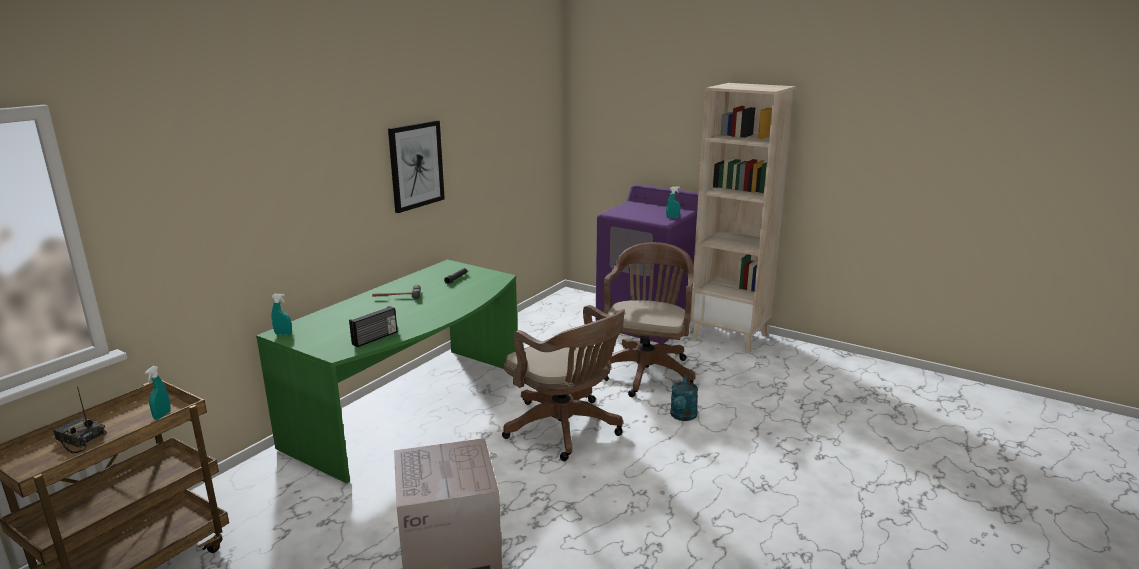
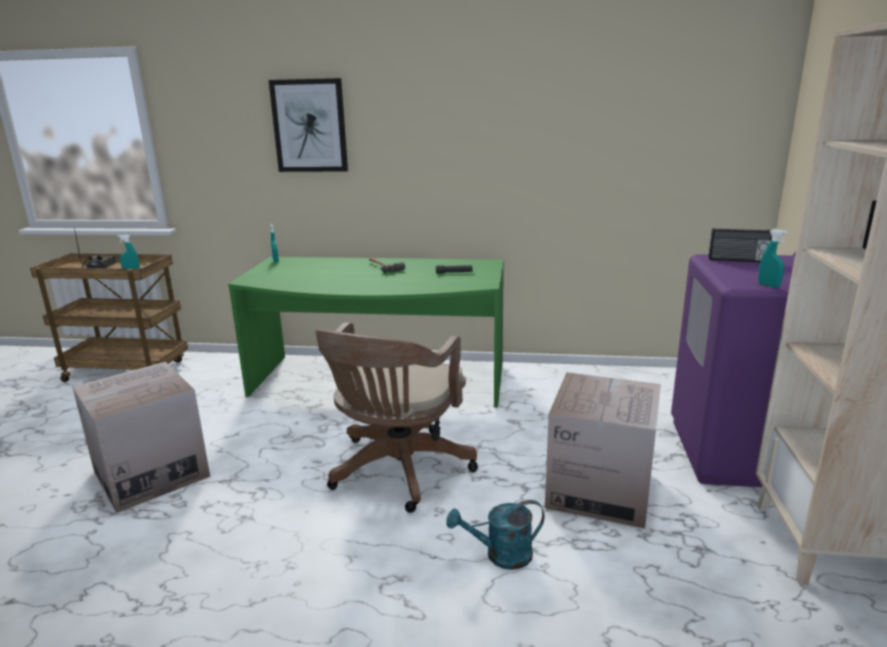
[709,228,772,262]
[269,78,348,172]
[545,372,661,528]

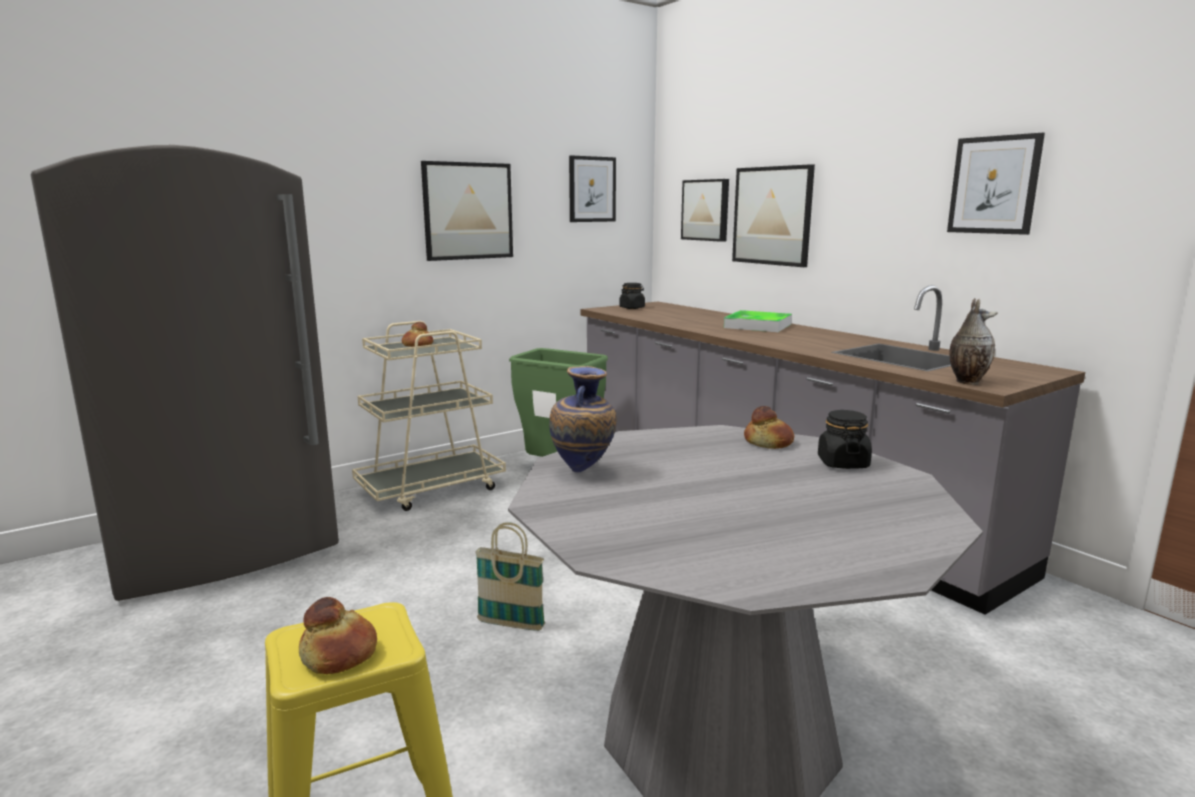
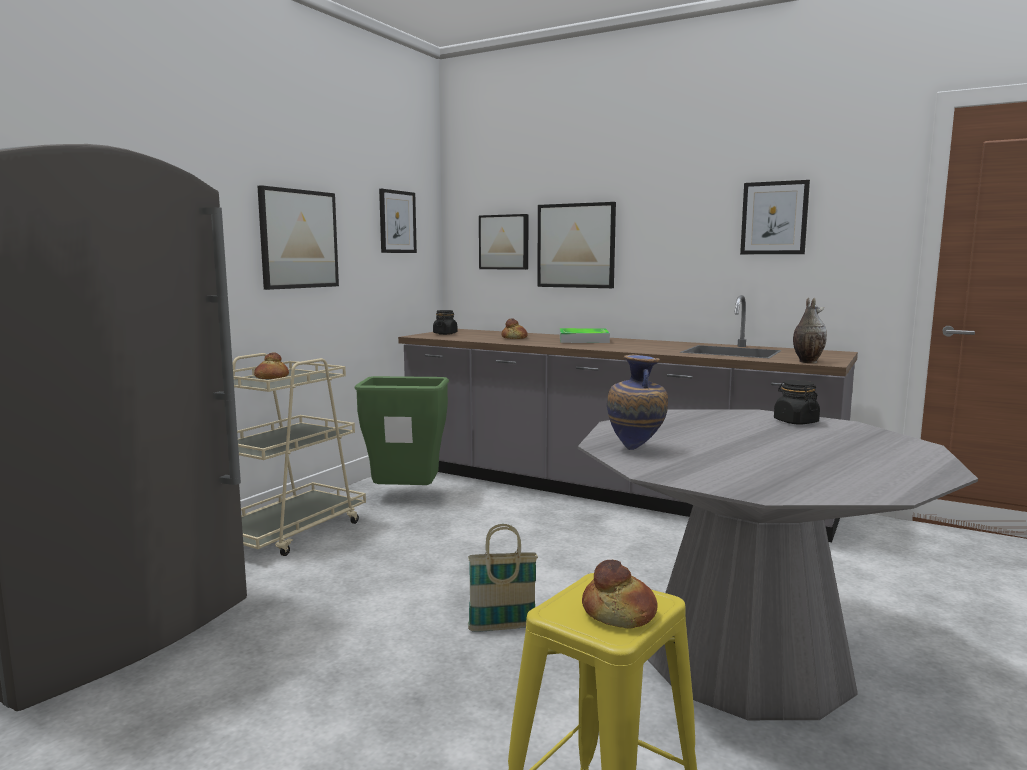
[501,318,528,339]

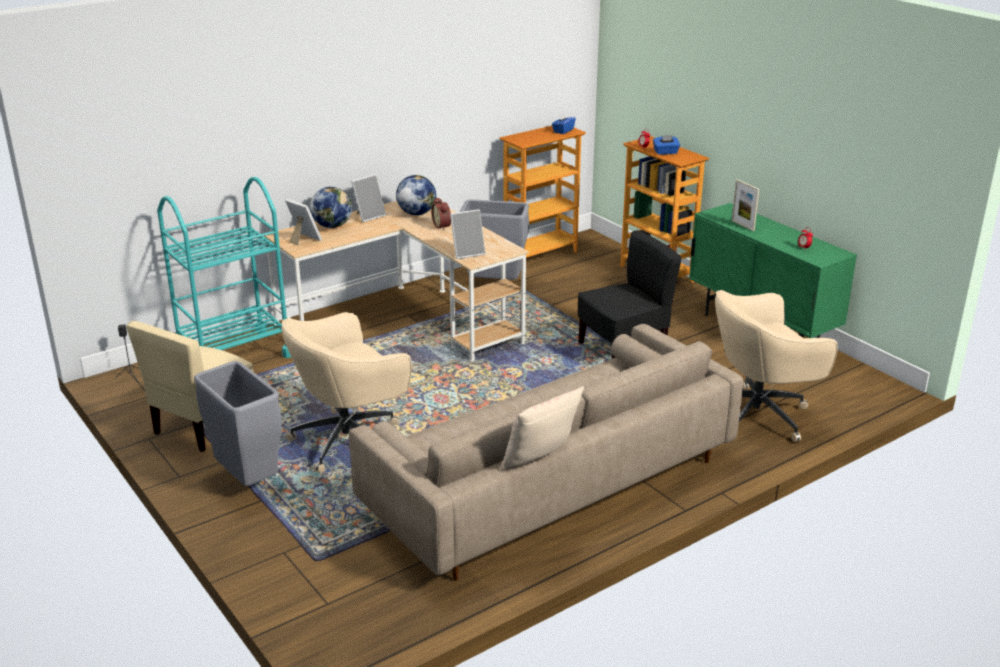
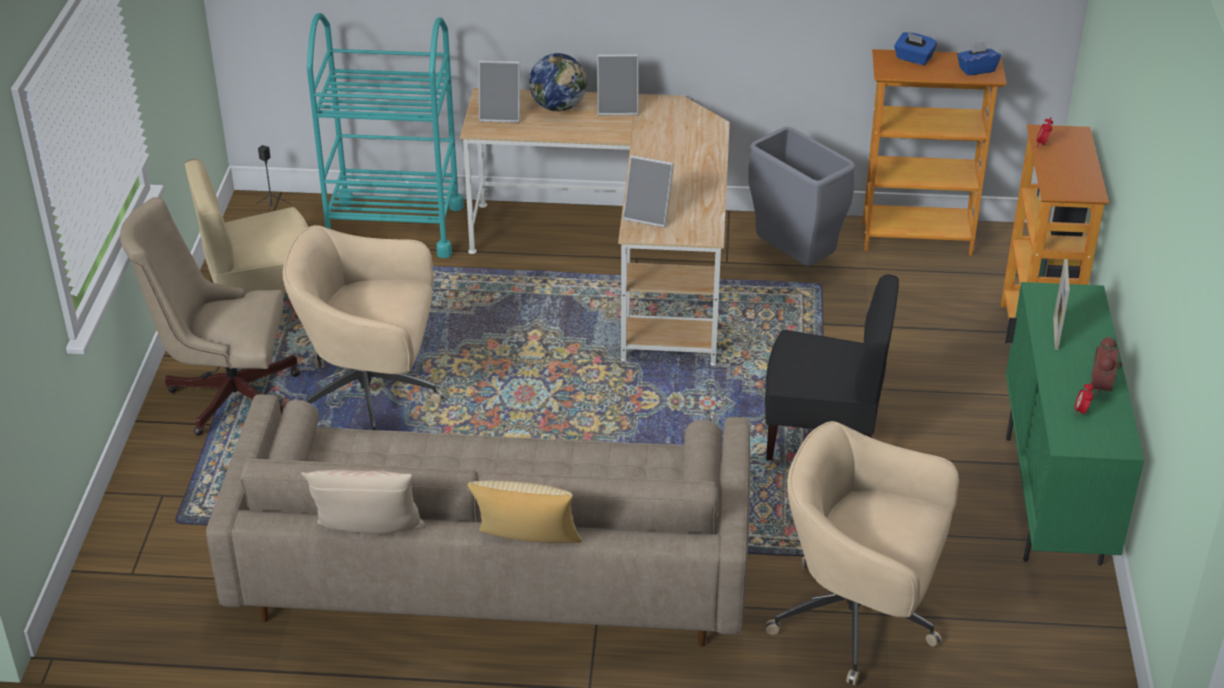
[396,175,436,215] (first image)
[468,481,582,543]
[1091,336,1122,395]
[894,32,937,65]
[120,197,300,436]
[479,60,520,123]

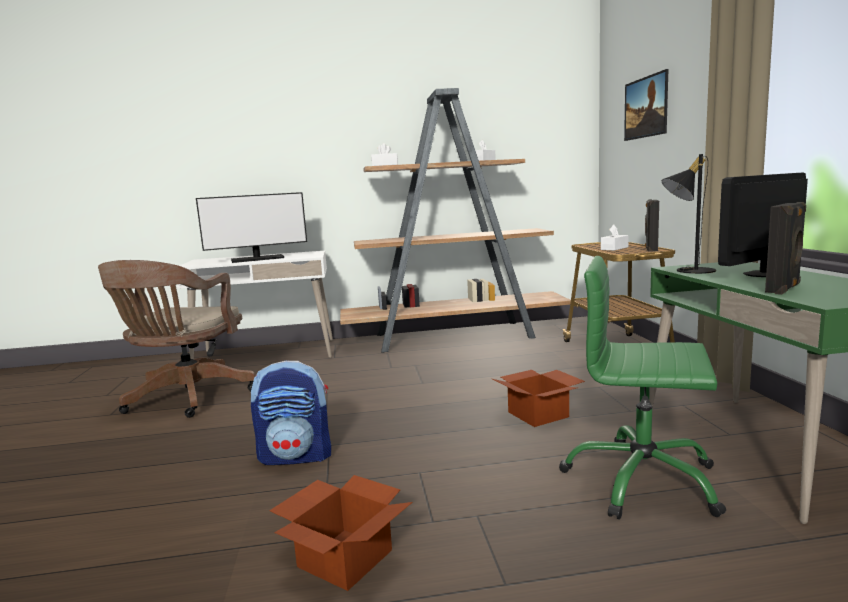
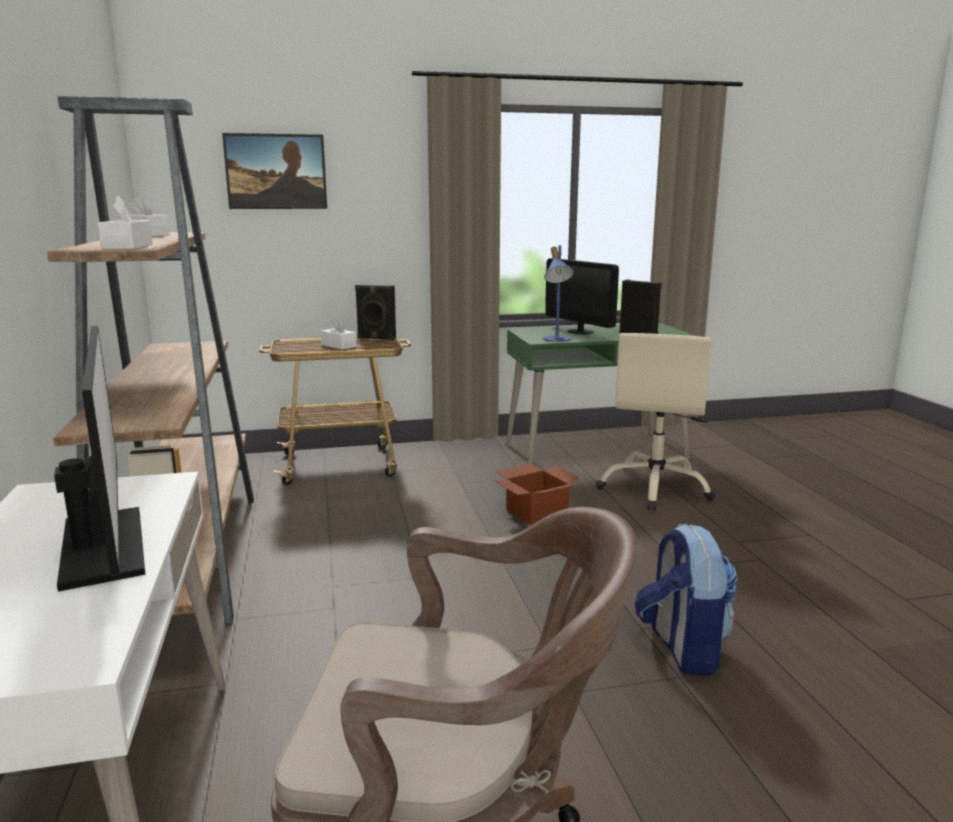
[269,475,412,591] (first image)
[595,333,716,510]
[543,245,574,342]

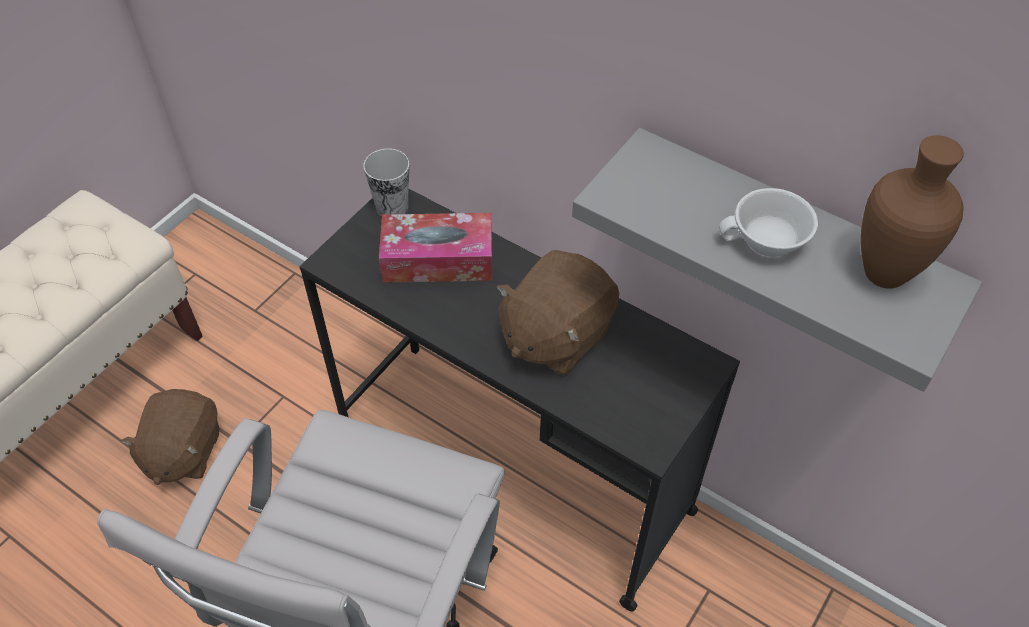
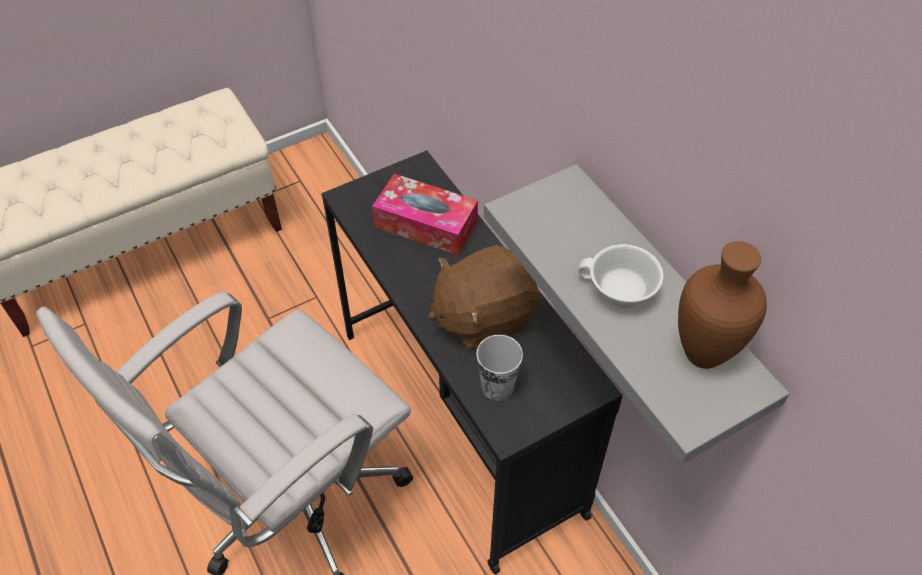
[121,389,220,485] (first image)
[477,335,523,401]

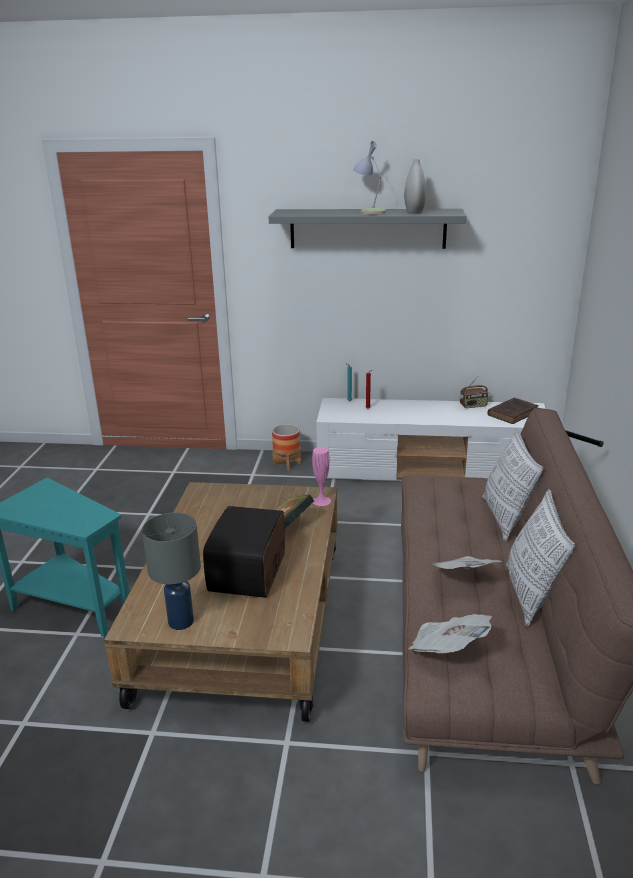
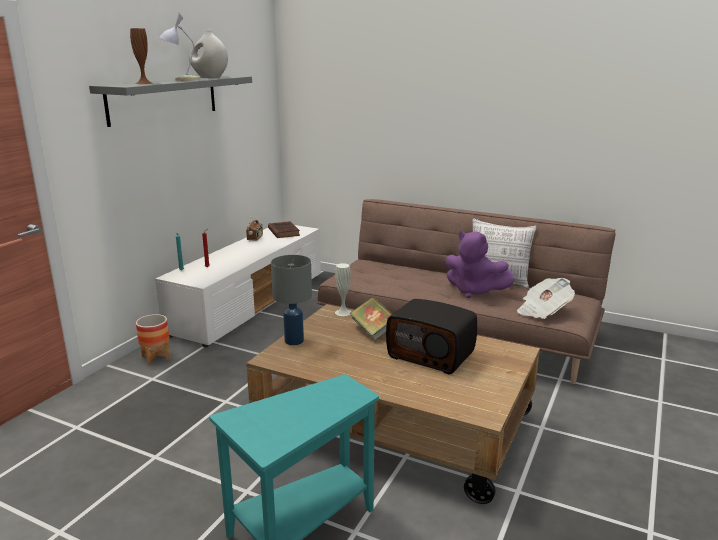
[482,428,544,542] (first image)
[130,28,153,84]
[271,255,312,345]
[445,231,515,298]
[335,263,351,316]

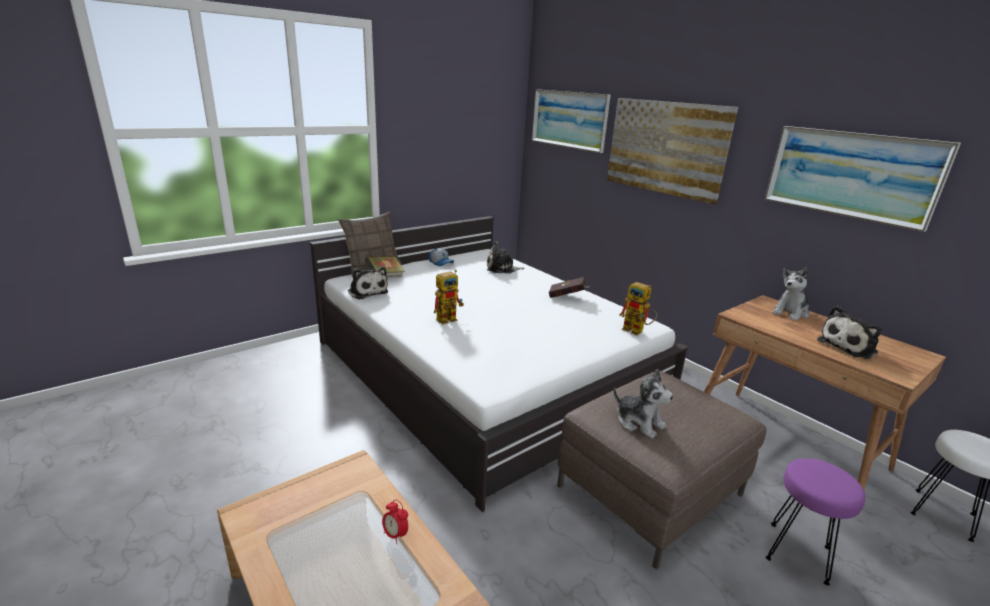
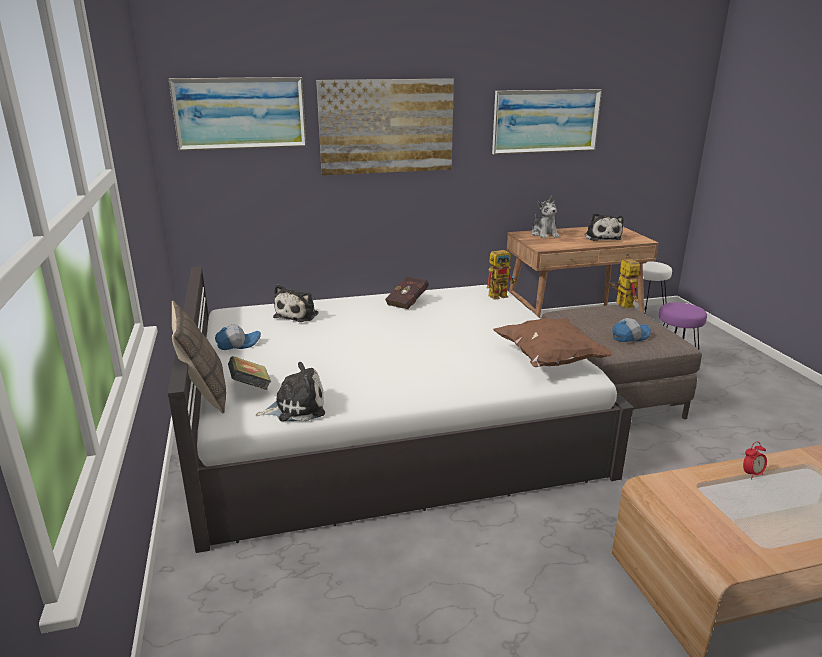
[493,318,613,367]
[609,256,640,308]
[613,318,651,342]

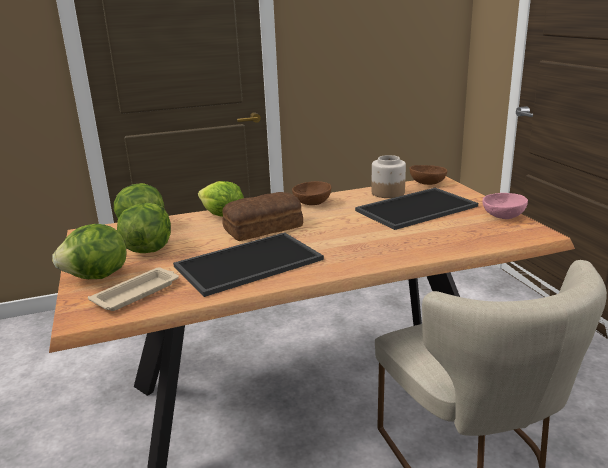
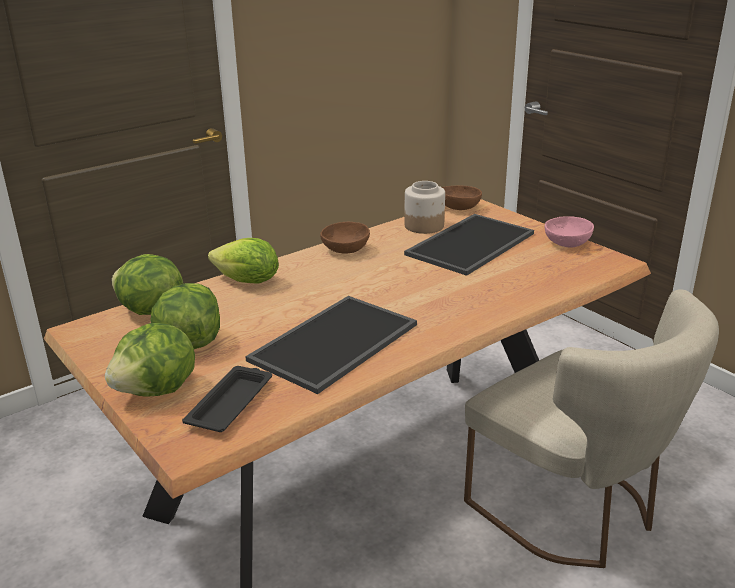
[222,192,303,241] (first image)
[182,366,272,432]

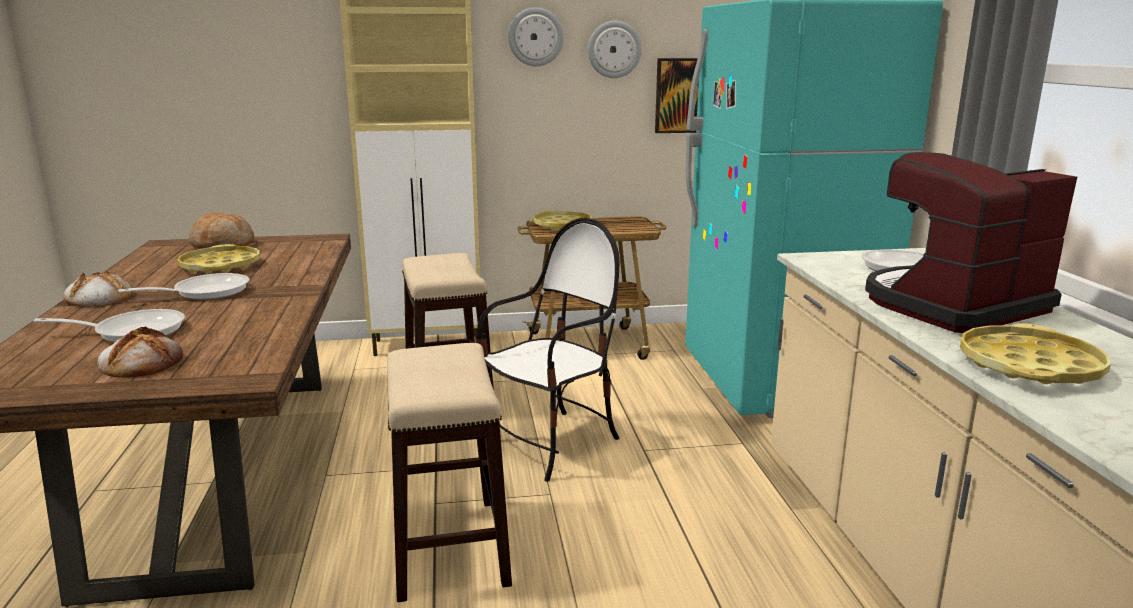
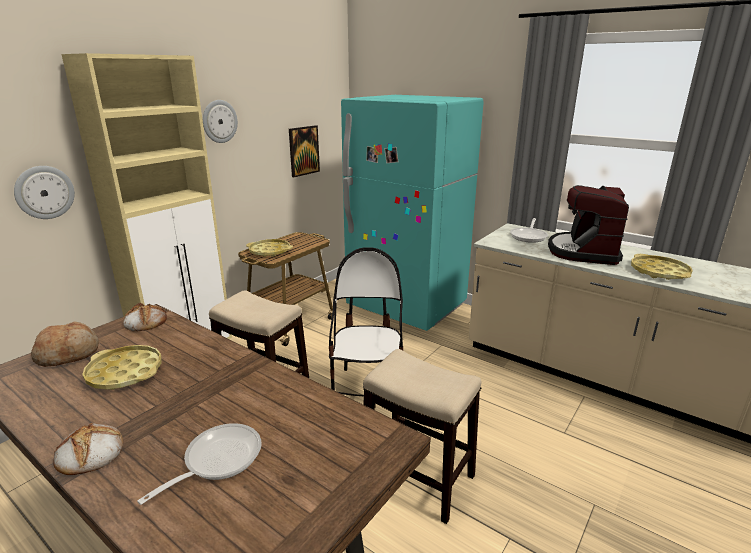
[118,273,249,300] (first image)
[123,303,167,331]
[14,166,75,219]

